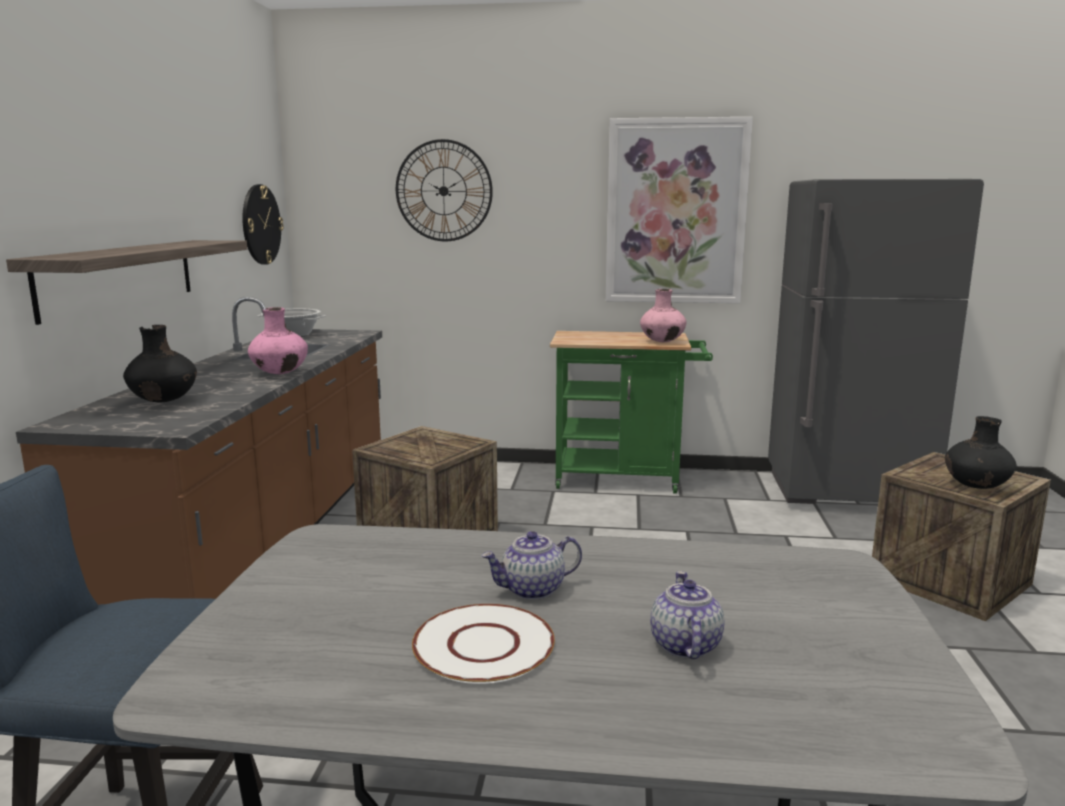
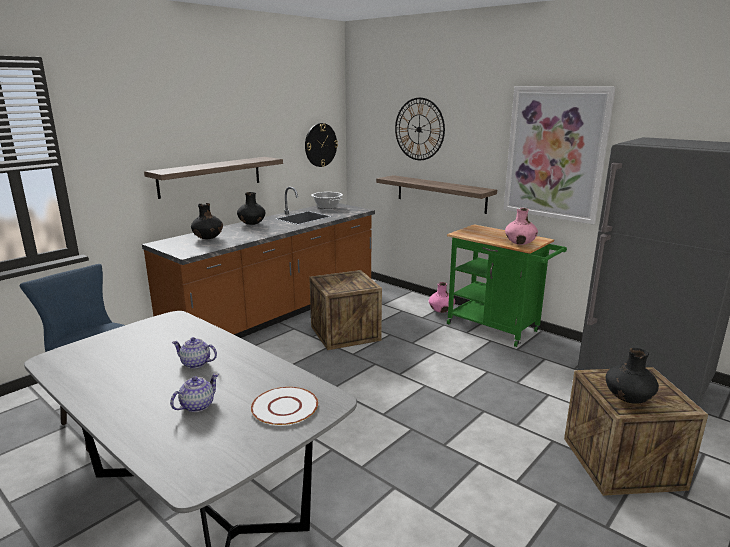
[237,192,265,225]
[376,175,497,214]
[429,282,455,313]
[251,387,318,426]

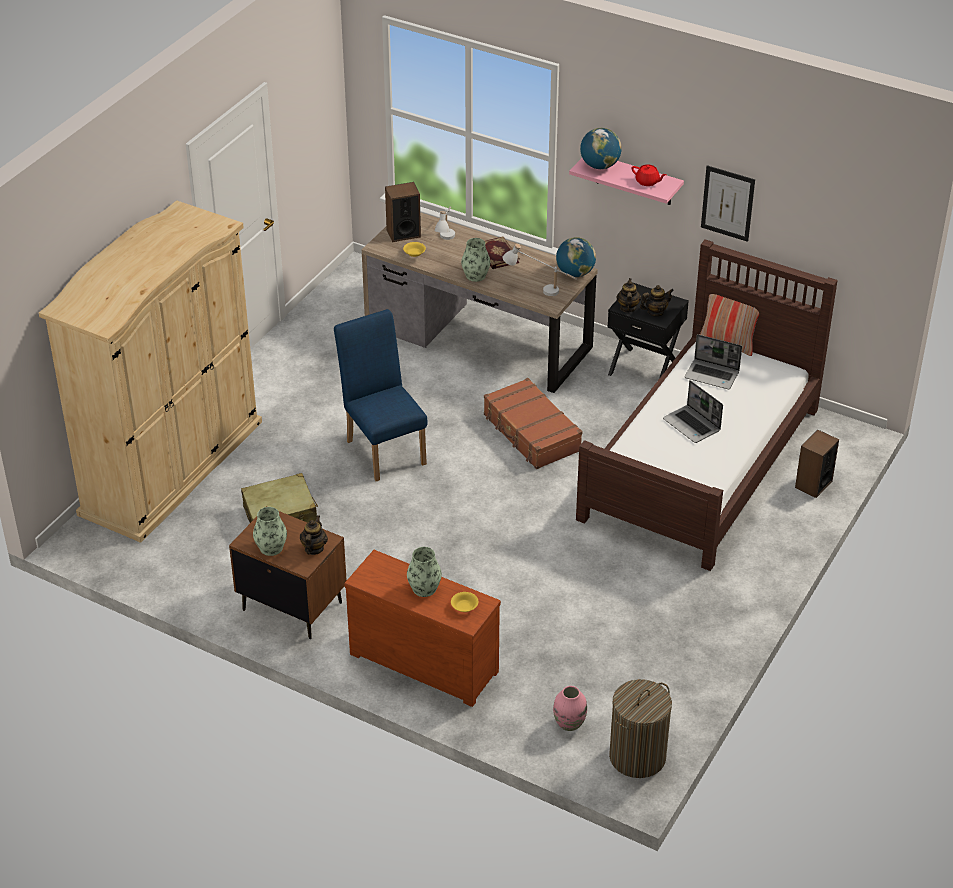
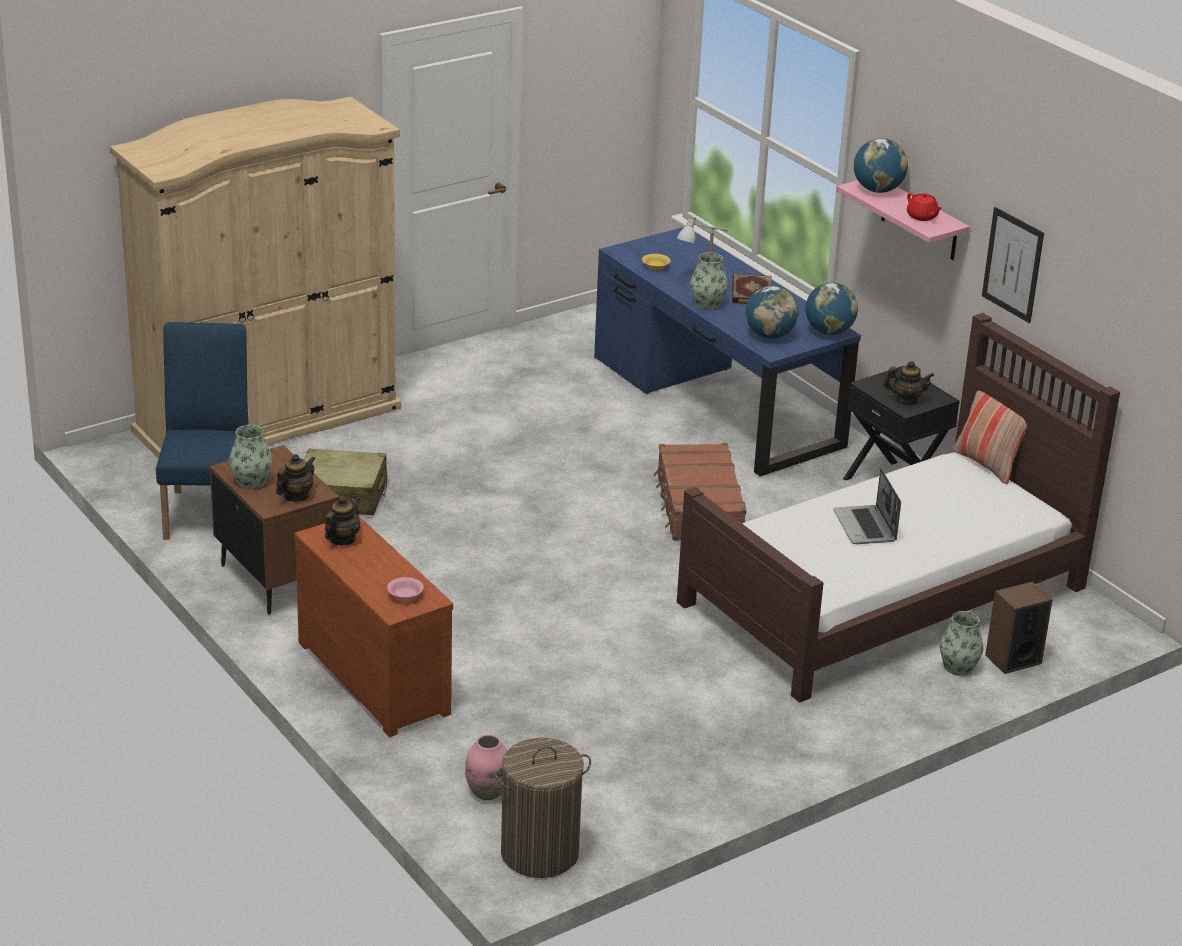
[385,182,421,242] (first image)
[684,334,742,389] (first image)
[156,322,249,540]
[940,611,983,676]
[325,496,360,545]
[746,286,798,339]
[594,227,861,476]
[387,577,424,600]

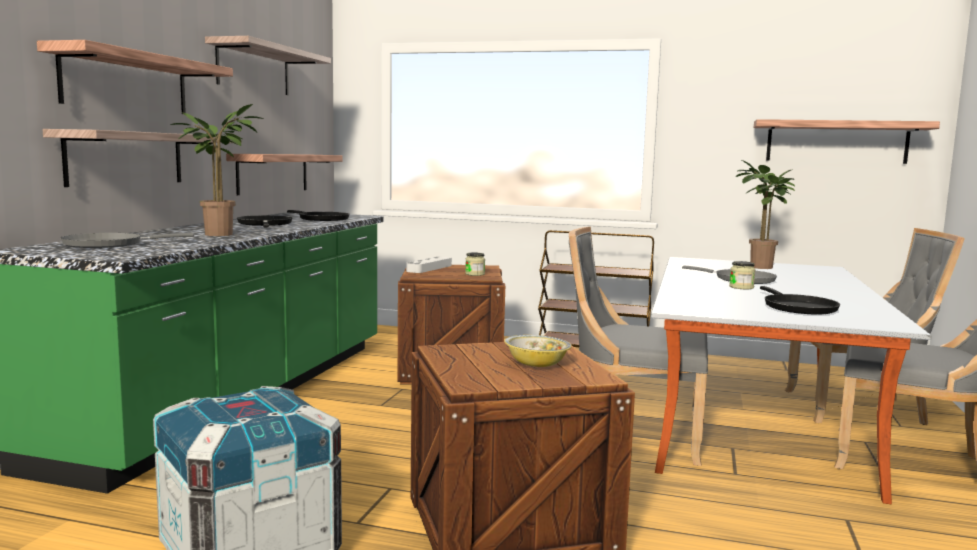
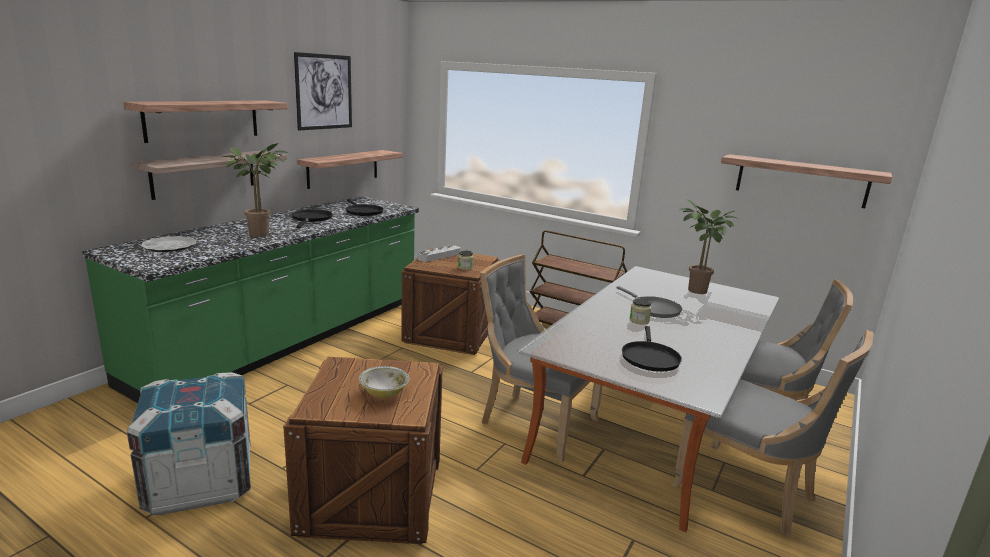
[140,236,197,252]
[294,52,352,130]

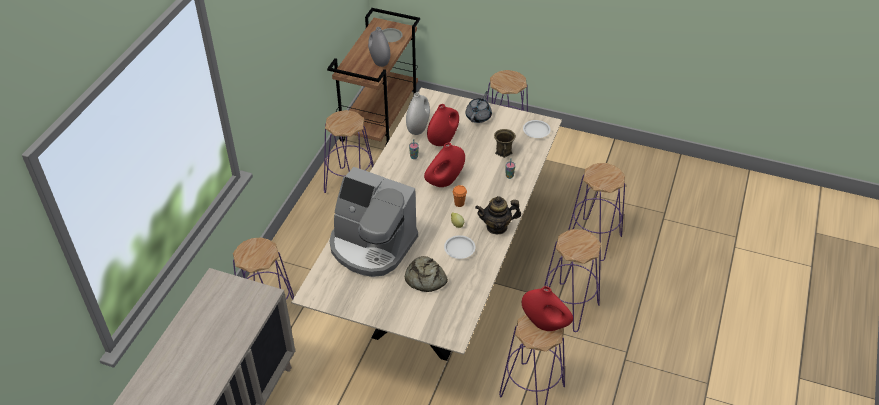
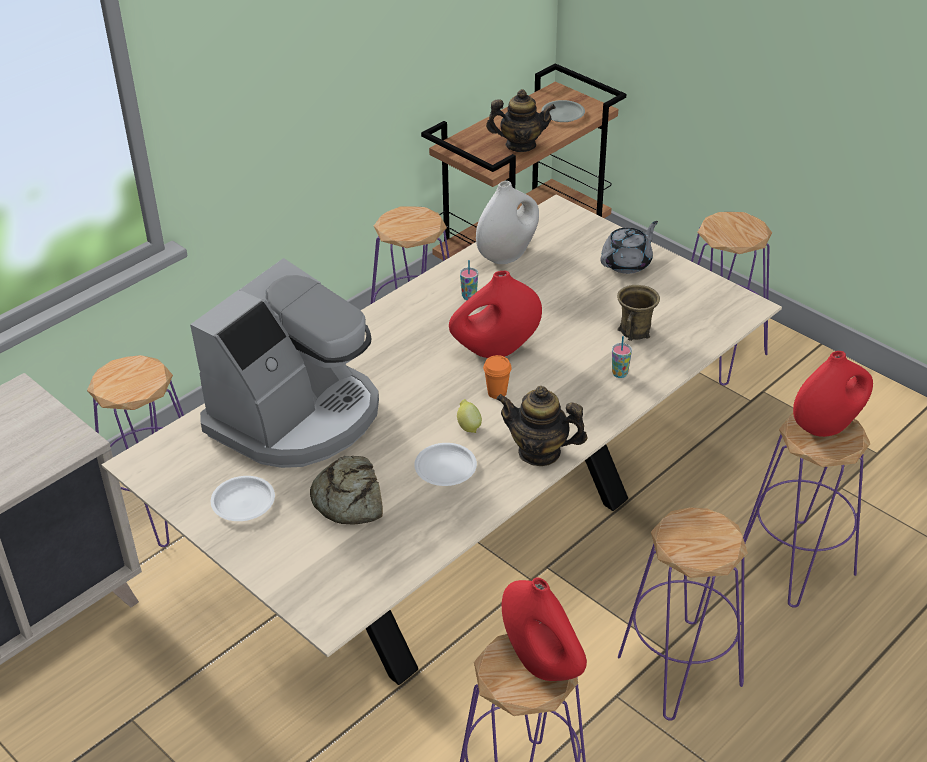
[793,351,873,437]
[211,476,275,521]
[486,89,556,152]
[190,258,379,468]

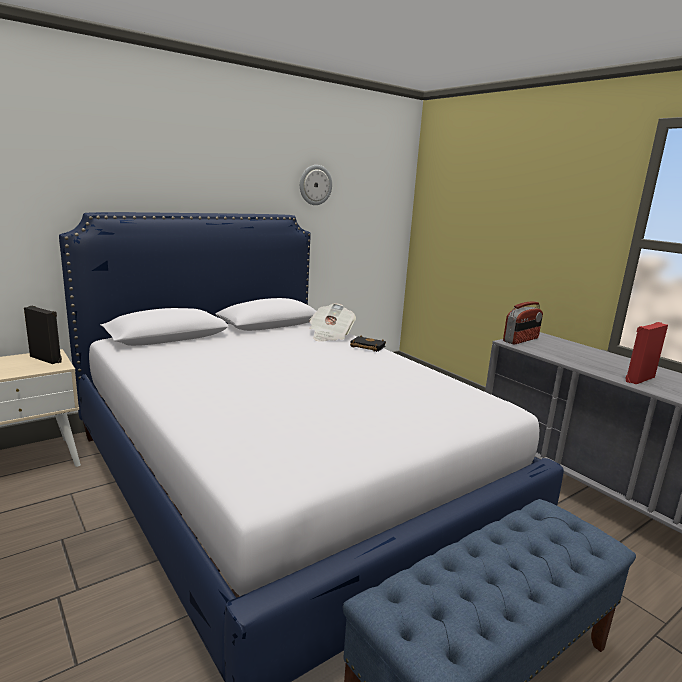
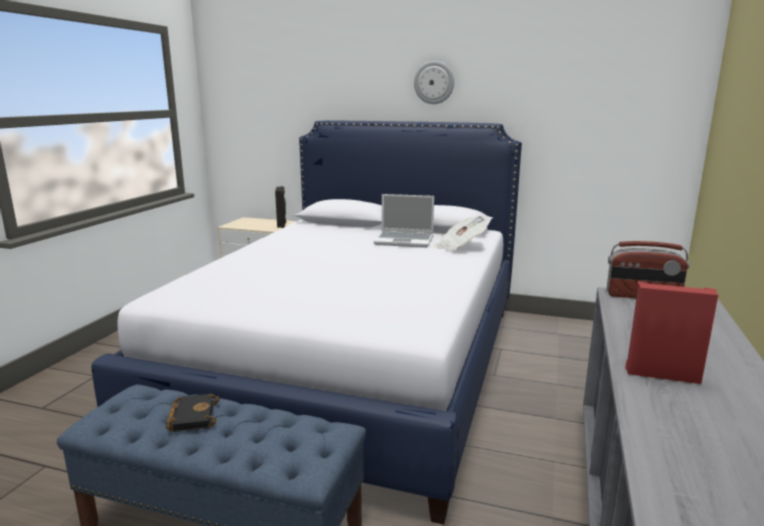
[374,194,434,248]
[414,61,454,104]
[166,394,220,432]

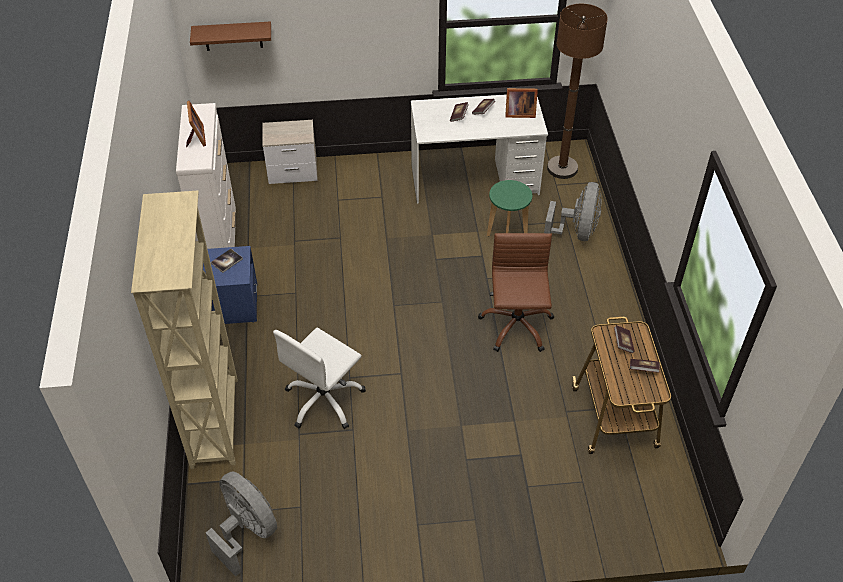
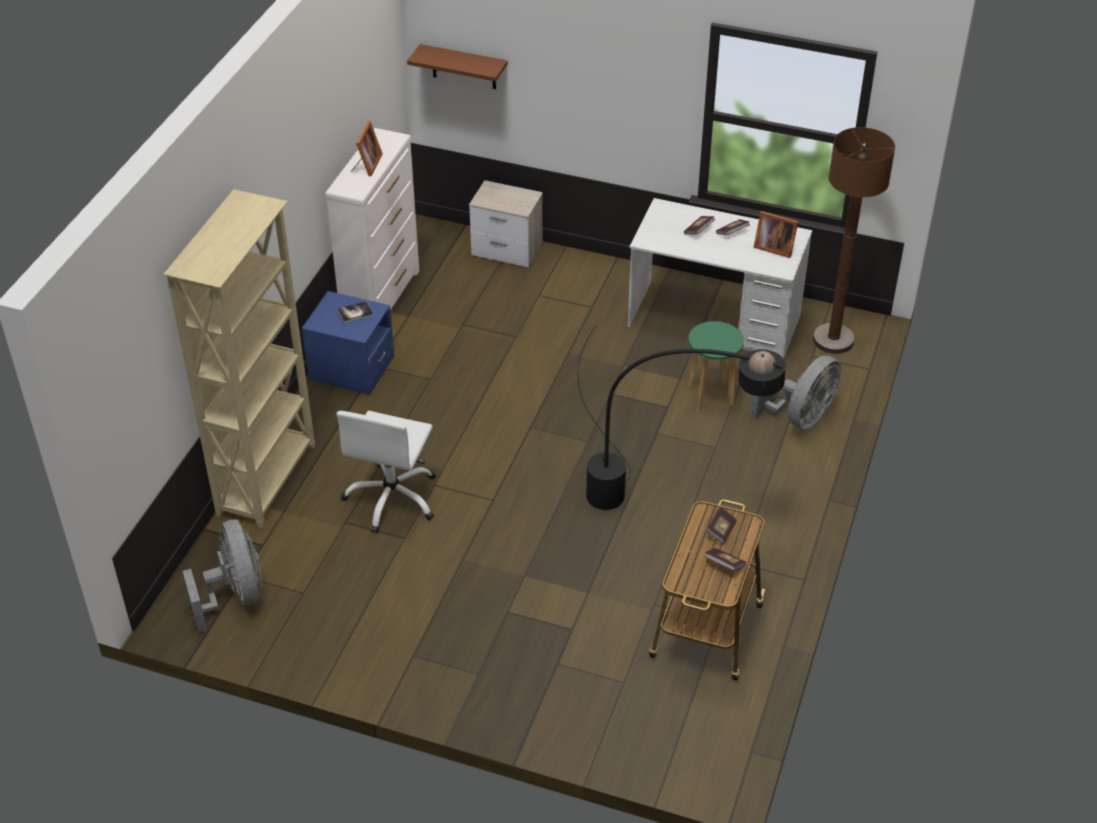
[578,326,786,510]
[336,411,436,533]

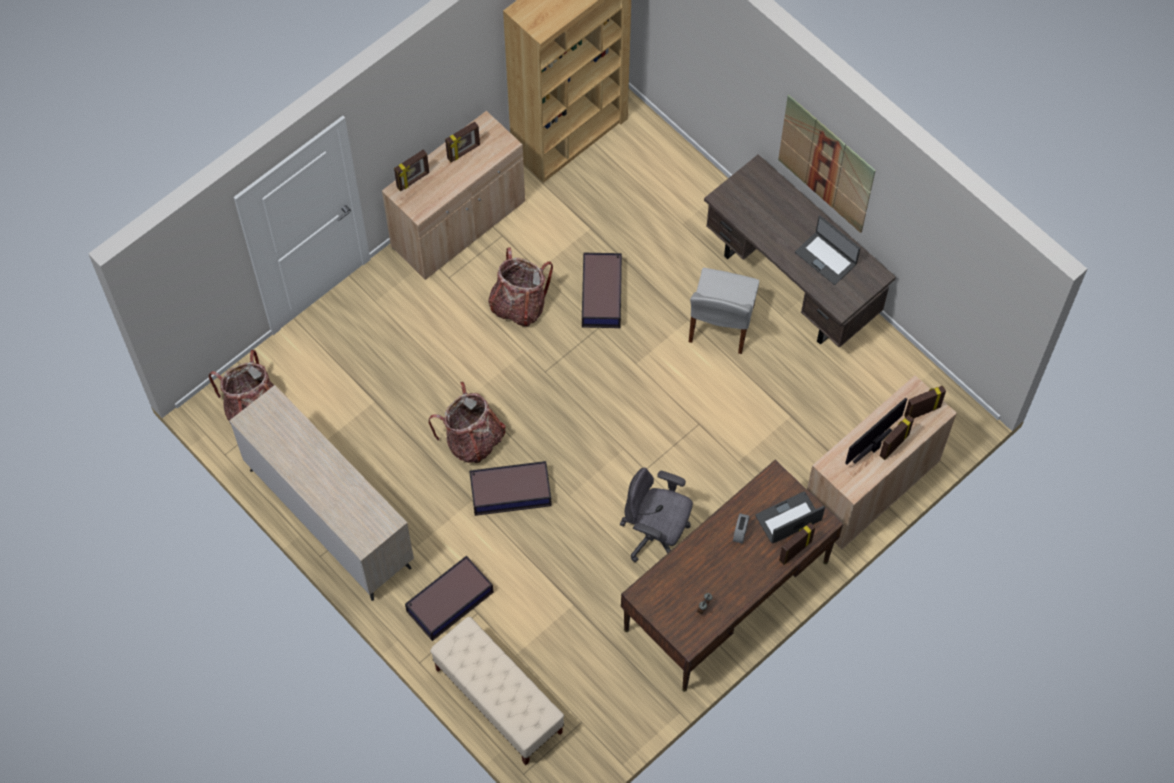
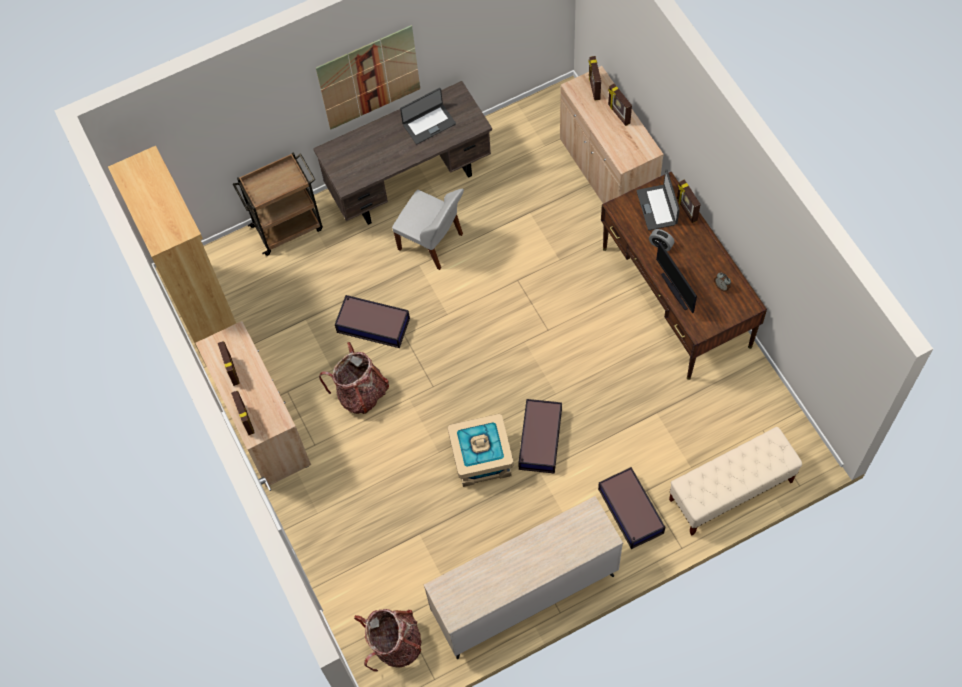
[620,467,693,562] (first image)
[233,152,323,256]
[656,242,697,313]
[447,414,514,487]

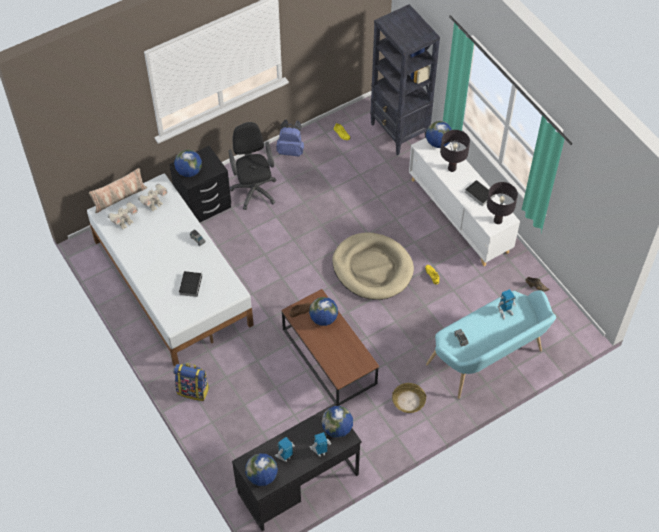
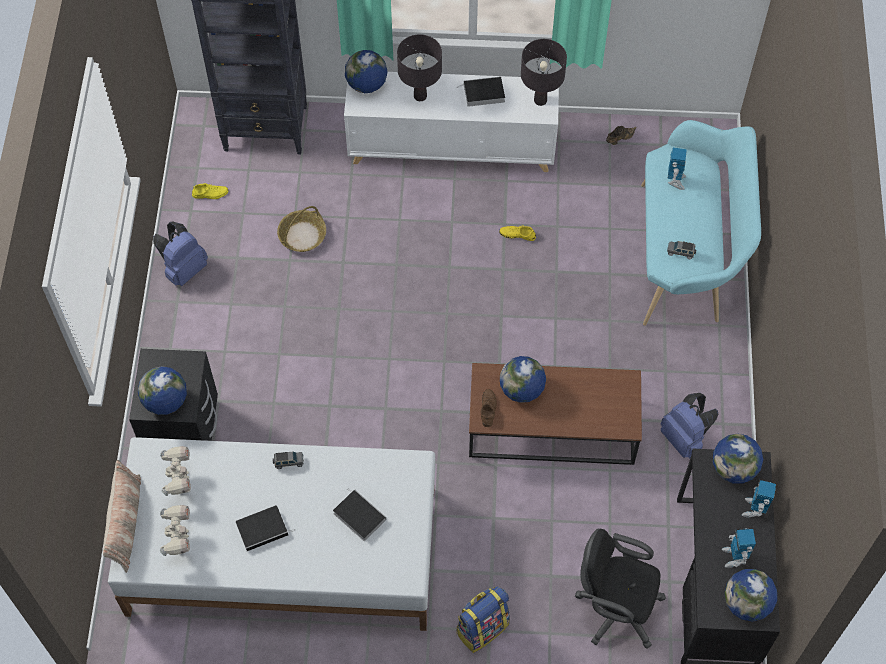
[332,232,414,300] (first image)
[236,505,295,551]
[661,393,718,458]
[575,528,666,649]
[277,206,326,252]

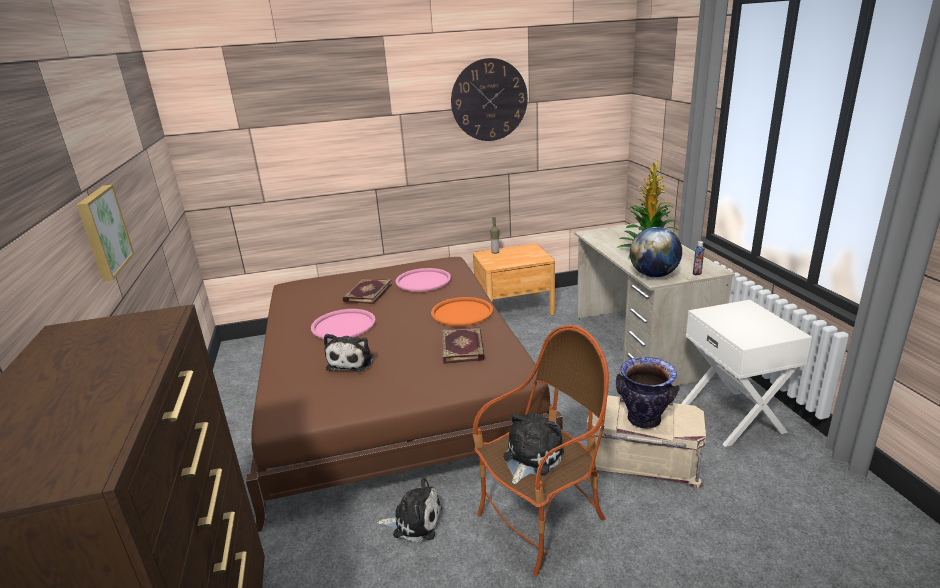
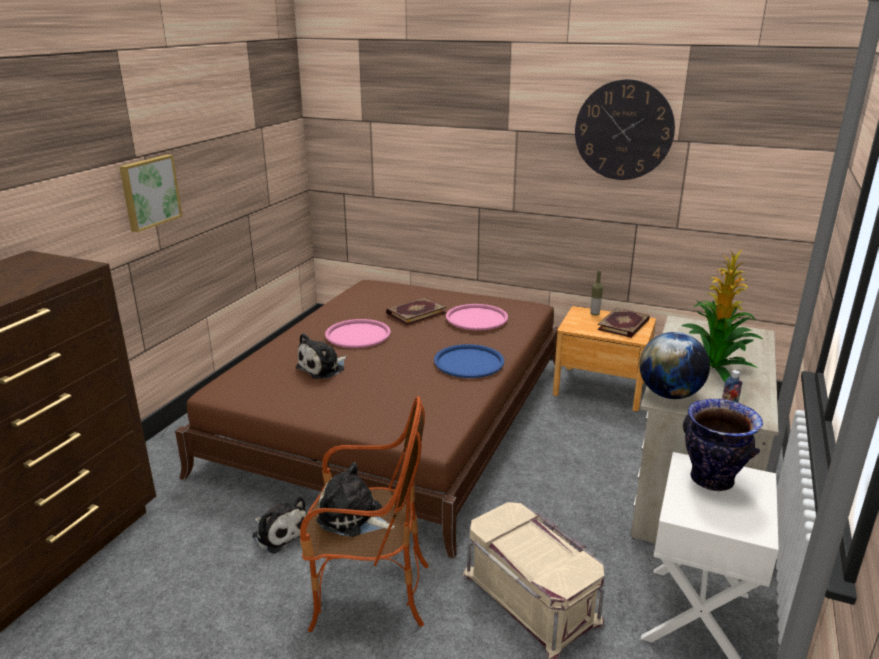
[597,308,650,338]
[683,399,763,491]
[434,344,504,378]
[316,462,395,537]

